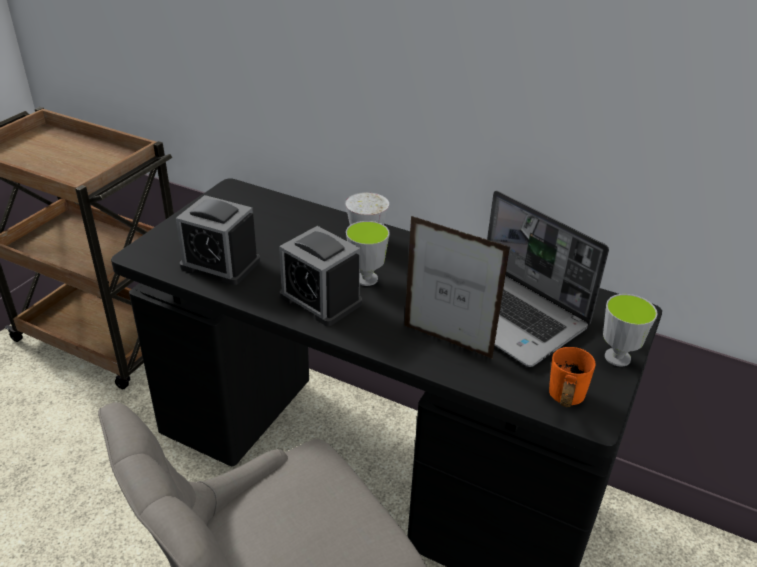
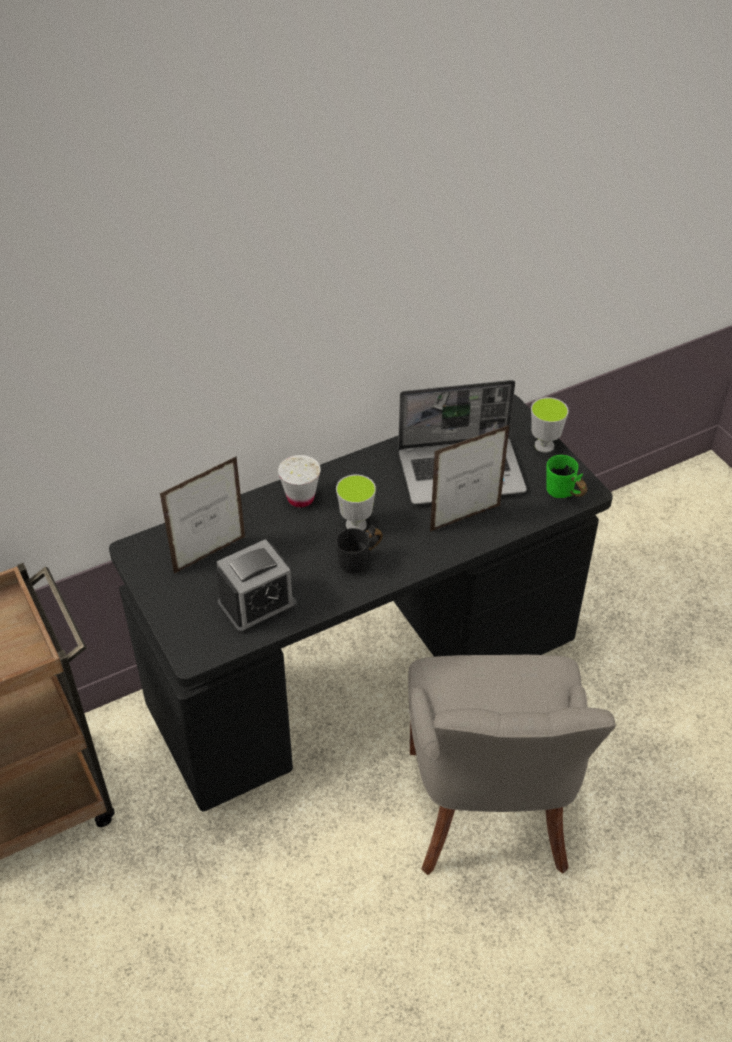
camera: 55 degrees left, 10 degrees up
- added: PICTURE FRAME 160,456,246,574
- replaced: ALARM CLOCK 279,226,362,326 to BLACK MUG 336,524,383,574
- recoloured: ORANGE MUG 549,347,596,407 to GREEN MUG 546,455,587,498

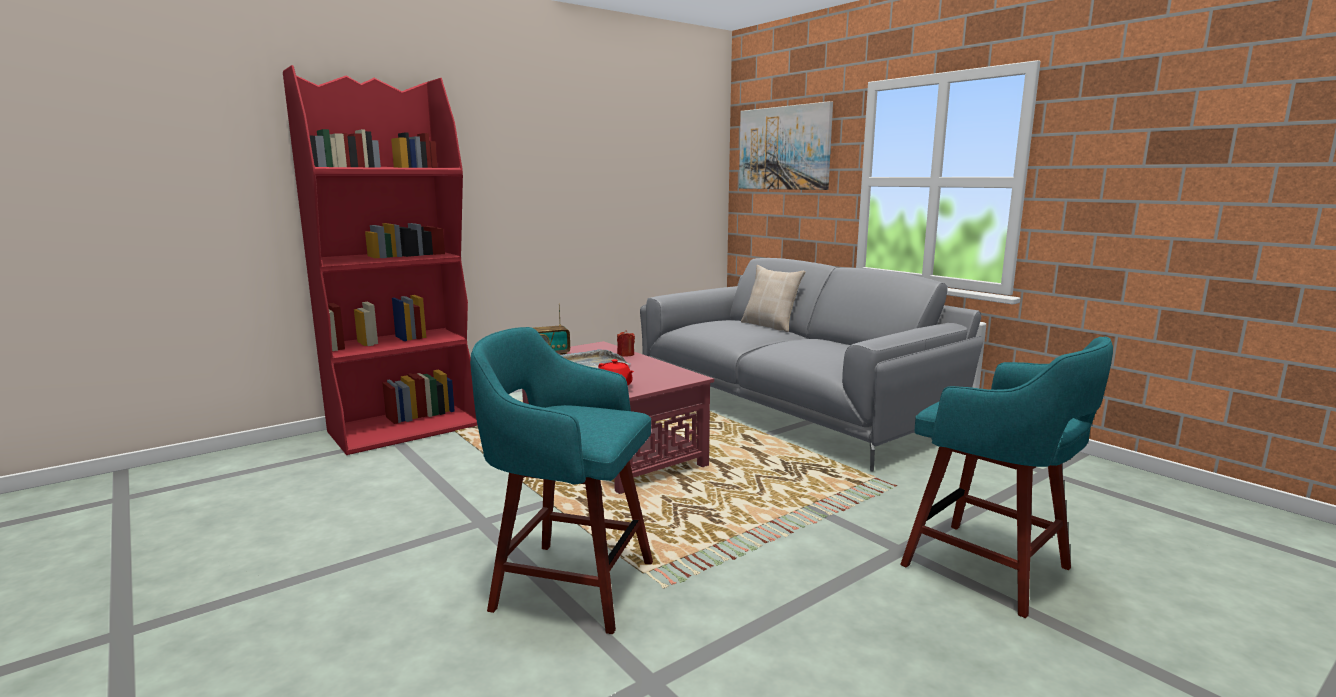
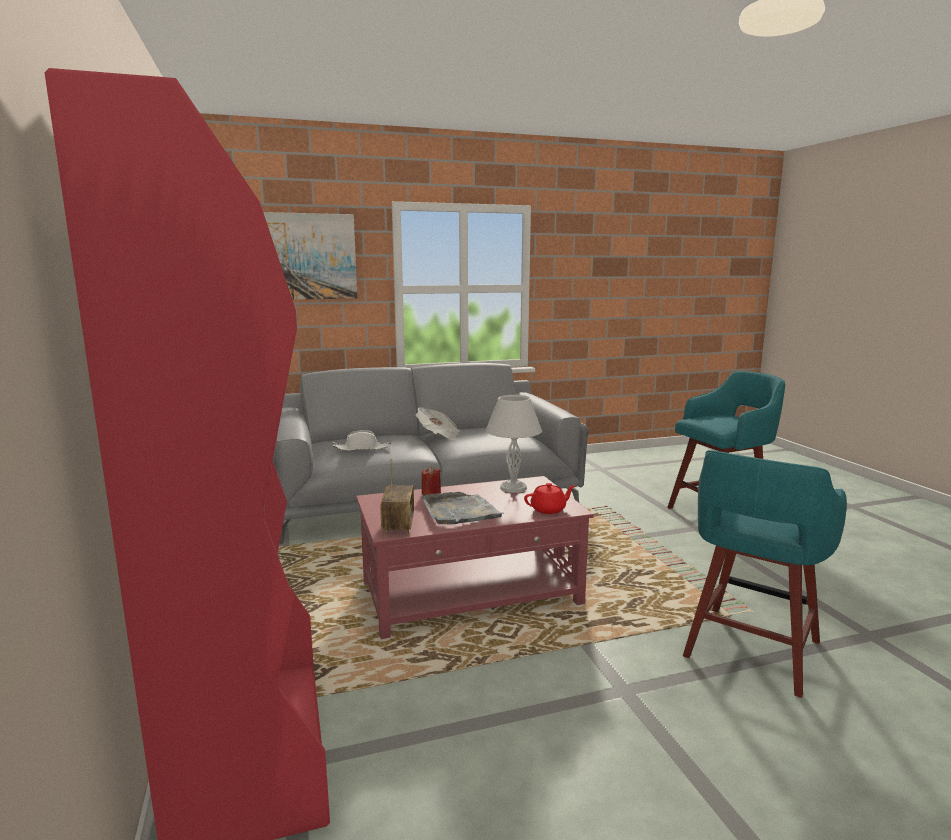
camera: 70 degrees left, 0 degrees up
- removed: BEIGE PILLOW 741,265,805,332
- added: WHITE HAT 332,430,391,451
- added: NEWSPAPER 416,407,460,440
- added: WHITE TABLE LAMP 486,395,542,493

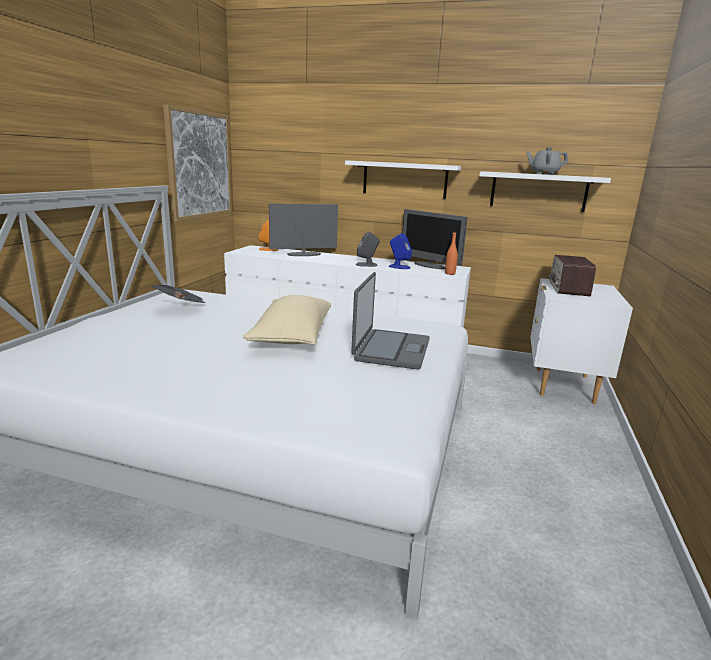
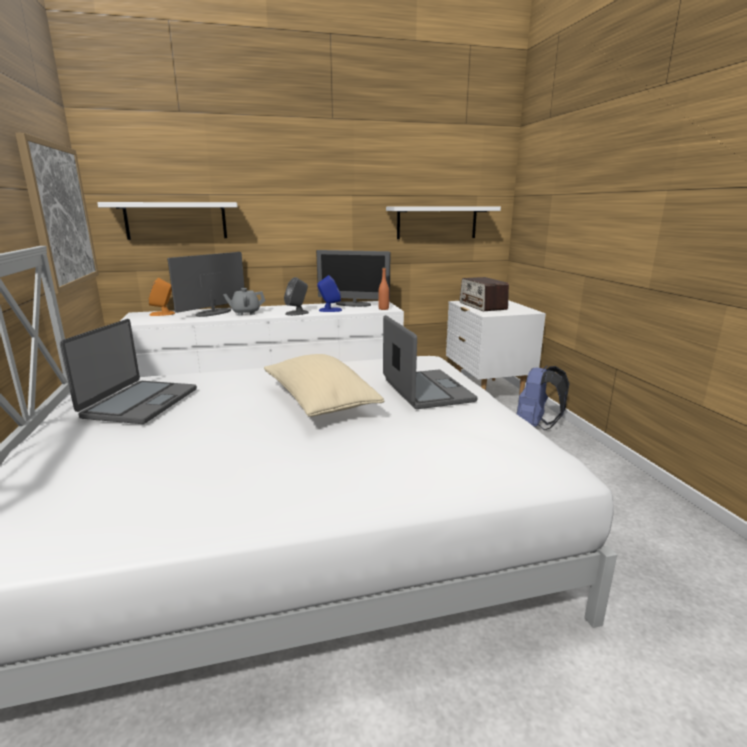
camera: 30 degrees left, 0 degrees up
- added: BLUE BACKPACK 517,365,569,430
- moved: WHITE SHELF 345,160,461,199 to 97,202,238,240
- moved: GREY TEAPOT 526,147,568,175 to 223,288,265,316
- replaced: NEWSPAPER 150,285,207,303 to LAPTOP 60,319,197,424

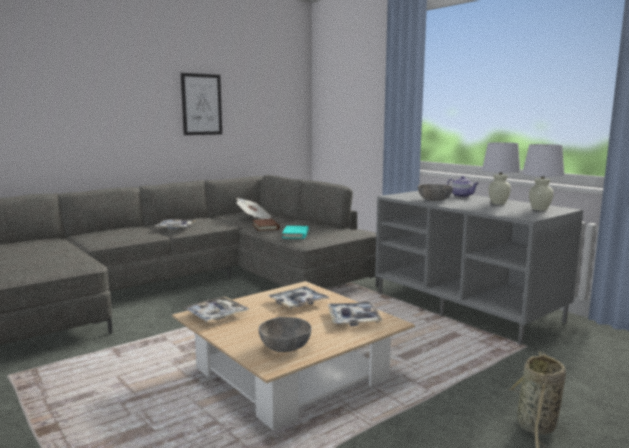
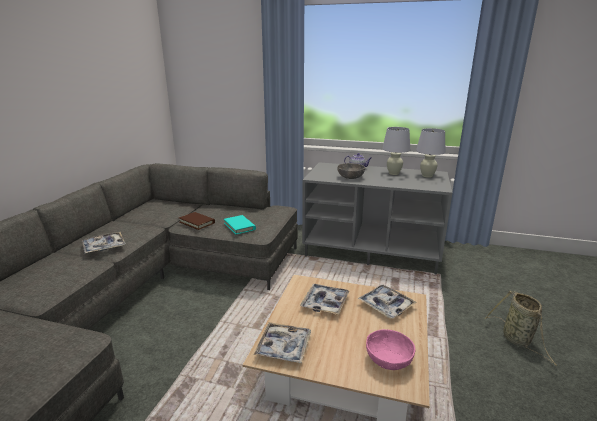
camera: 35 degrees left, 10 degrees up
- removed: PICTURE 181,73,222,135
- removed: NEWSPAPER 236,198,272,219
- recoloured: GREY BOWL 259,317,311,352 to PINK BOWL 366,329,415,370

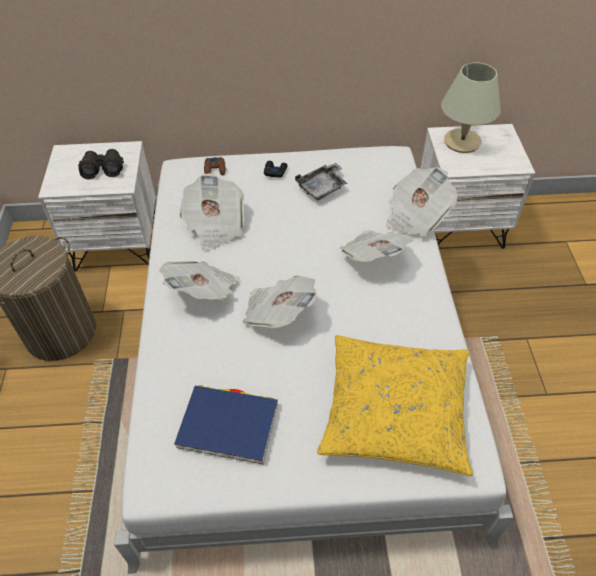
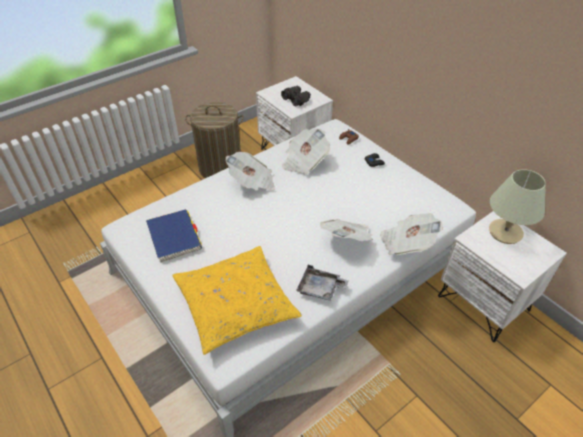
camera: 55 degrees right, 5 degrees down
- removed: NEWSPAPER 243,275,317,328
- moved: GREY TRAY 295,163,347,201 to 296,265,348,301

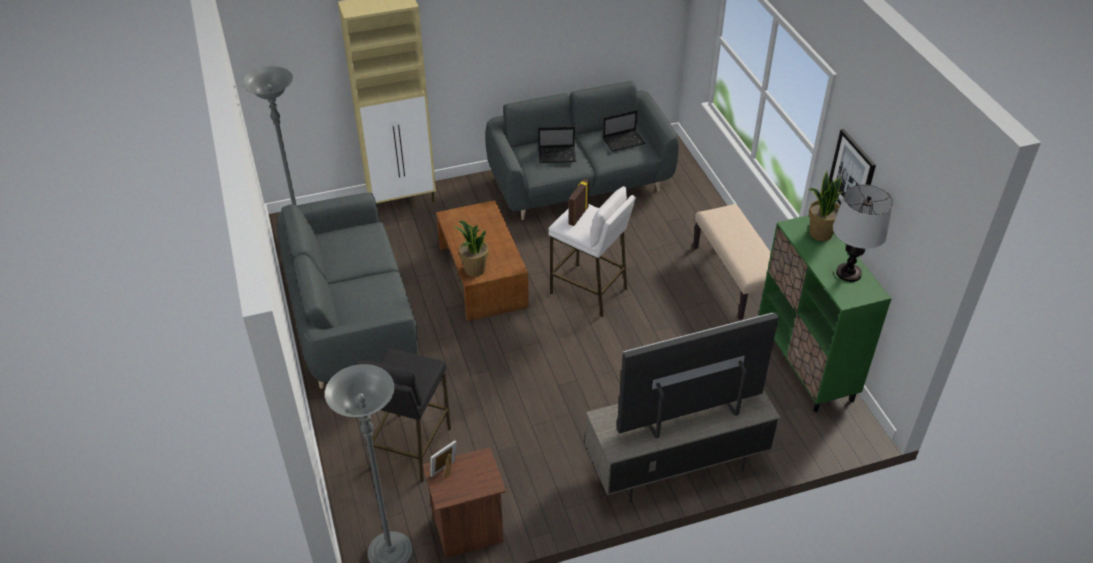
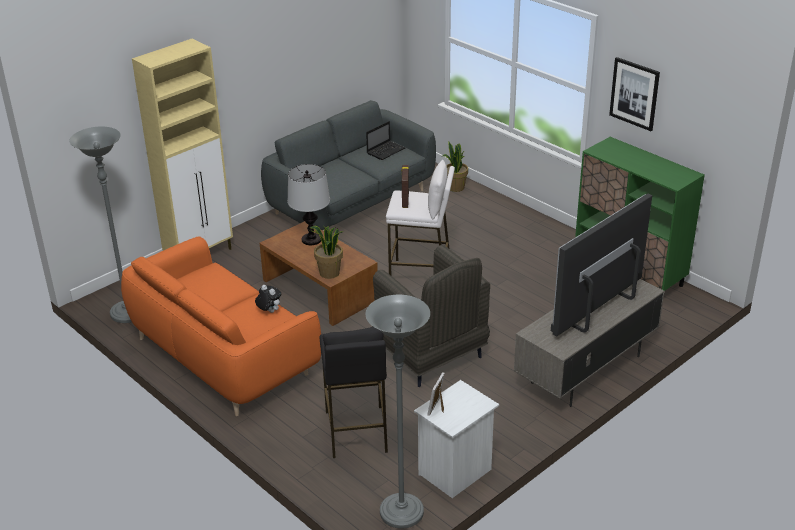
camera: 25 degrees left, 10 degrees down
- removed: LAPTOP 538,127,576,163
- removed: BEIGE BENCH 693,204,771,320
- added: PLUSH TOY 255,285,281,313
- added: GREY ARMCHAIR 373,245,490,387
- moved: POTTED PLANT 809,171,842,241 to 442,142,468,192
- moved: TABLE LAMP 833,185,893,282 to 287,164,330,245
- recoloured: GREY SOFA 277,193,418,389 to ORANGE SOFA 121,236,321,416
- recoloured: BROWN NIGHTSTAND 423,447,506,558 to WHITE NIGHTSTAND 414,380,499,498

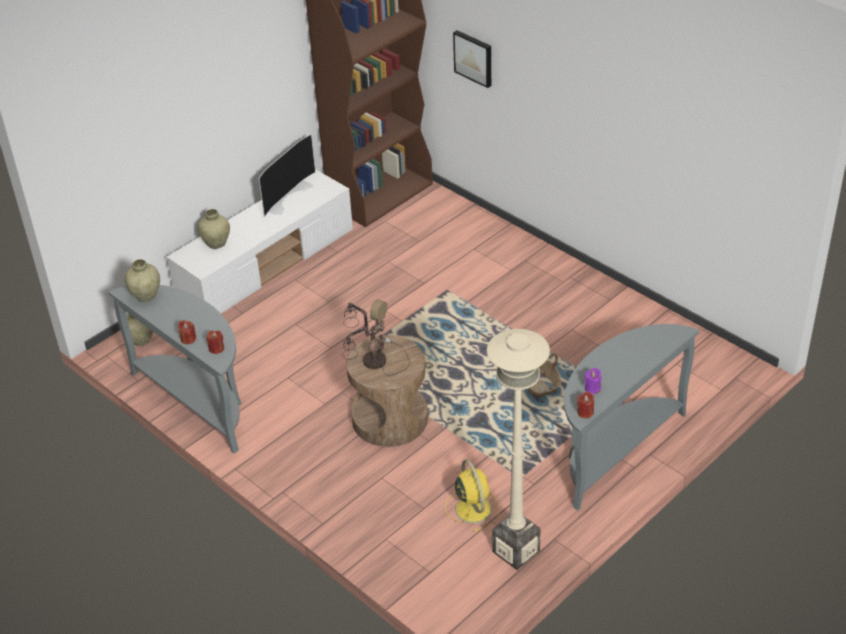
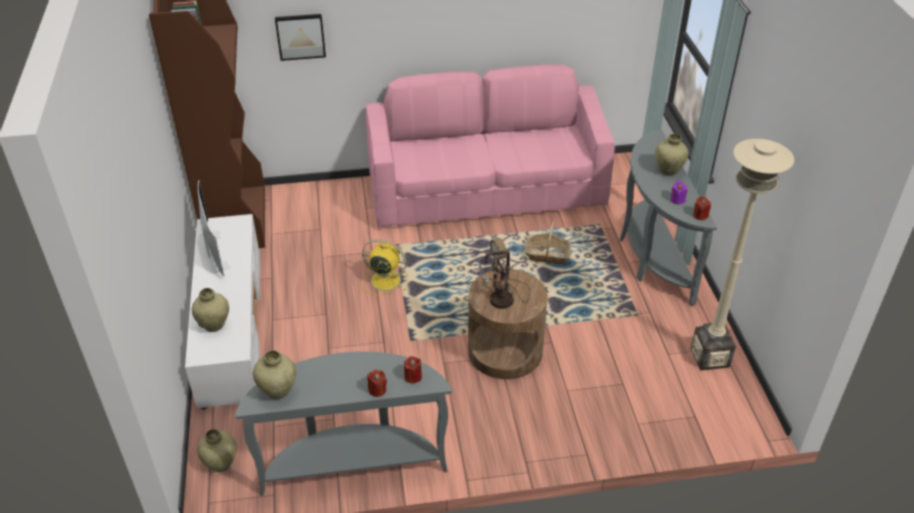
camera: 55 degrees left, 0 degrees up
- added: PINK SOFA 365,65,615,227
- added: BEIGE VASE 655,134,689,175
- moved: YELLOW FAN 445,459,500,532 to 362,239,408,295

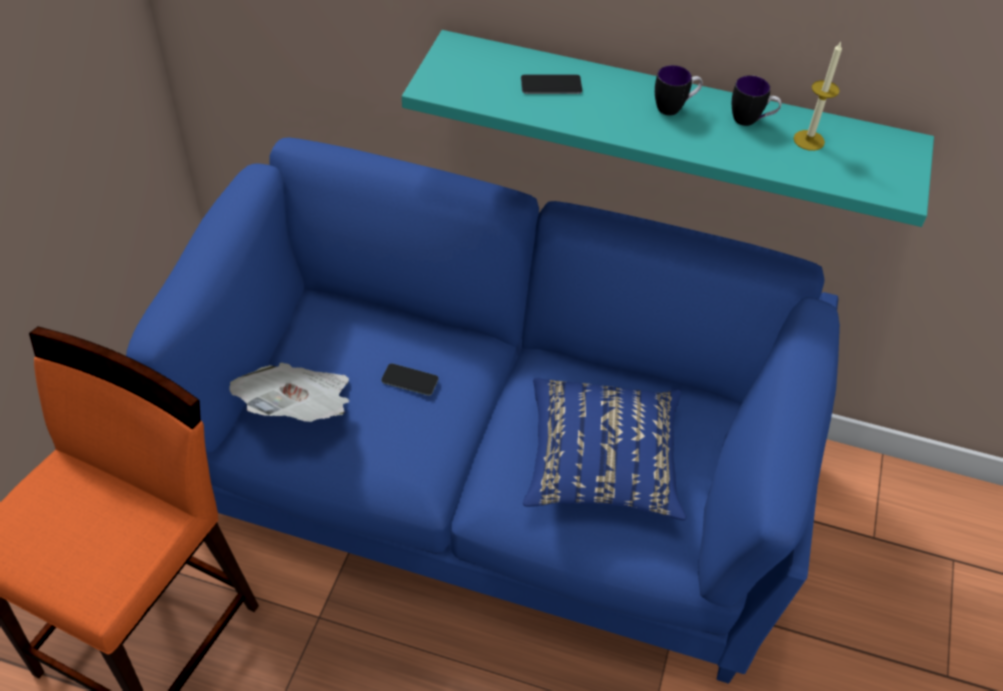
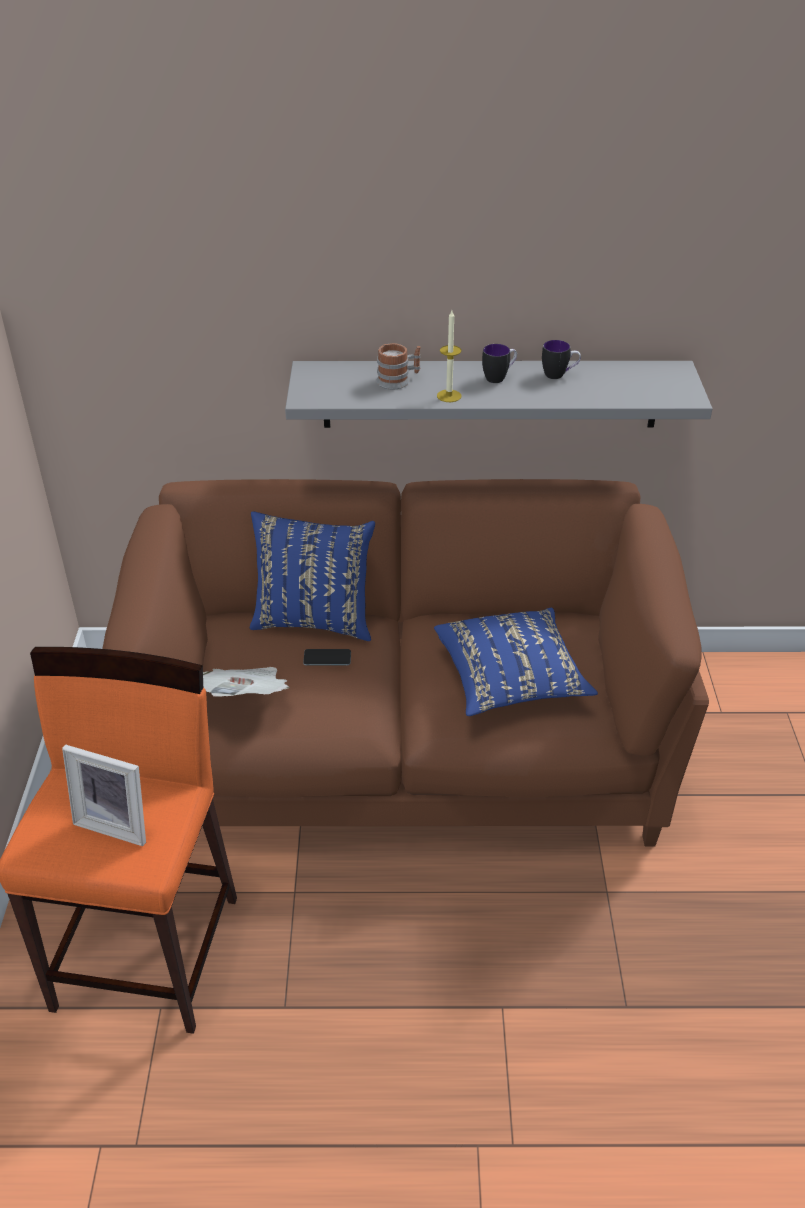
camera: 15 degrees left, 10 degrees down
- added: PICTURE FRAME 62,745,146,846
- added: BLUE PILLOW 250,511,375,641
- moved: CANDLE 794,42,842,151 to 437,311,462,402
- replaced: PHONE 521,74,582,94 to MUG 376,343,420,390
- recoloured: BLUE SOFA 126,137,840,684 to BROWN SOFA 103,479,709,846
- recoloured: TURQUOISE SHELF 402,30,934,227 to GREY SHELF 285,361,713,428

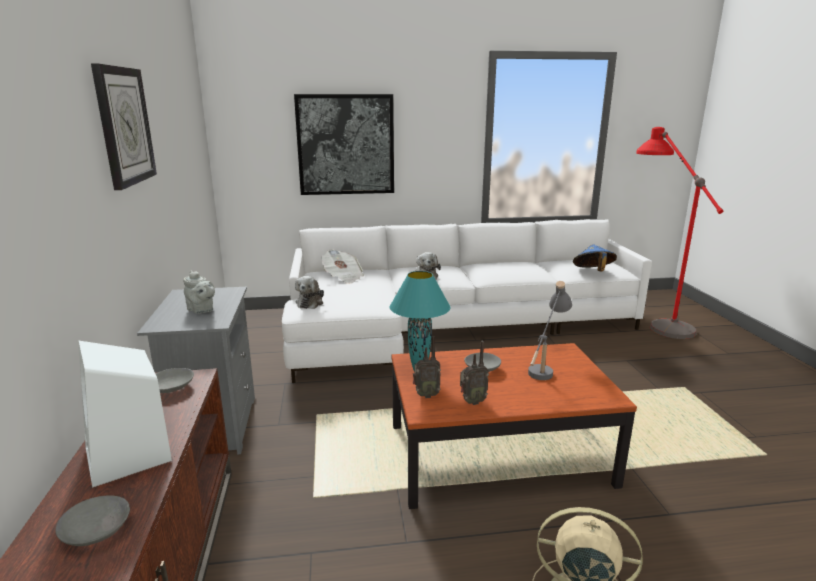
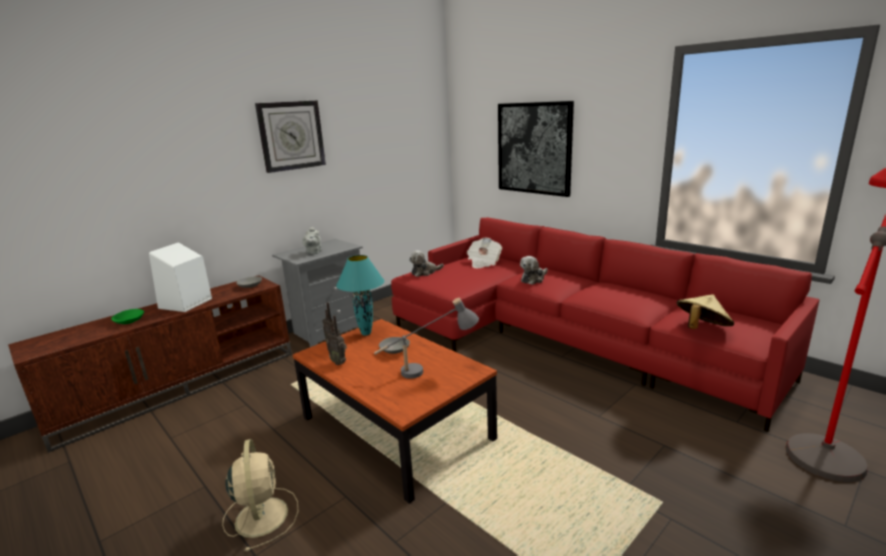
camera: 55 degrees right, 0 degrees up
- recoloured: GREY BOWL 55,495,130,546 to GREEN BOWL 111,309,144,324
- recoloured: WHITE SOFA 282,219,652,383 to RED SOFA 391,218,820,432
- recoloured: BLUE HAT 573,244,617,271 to BEIGE HAT 676,294,734,329

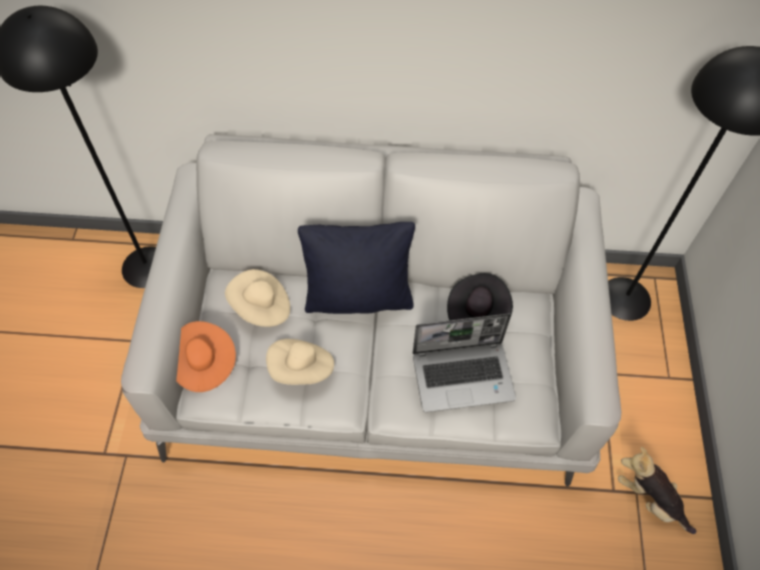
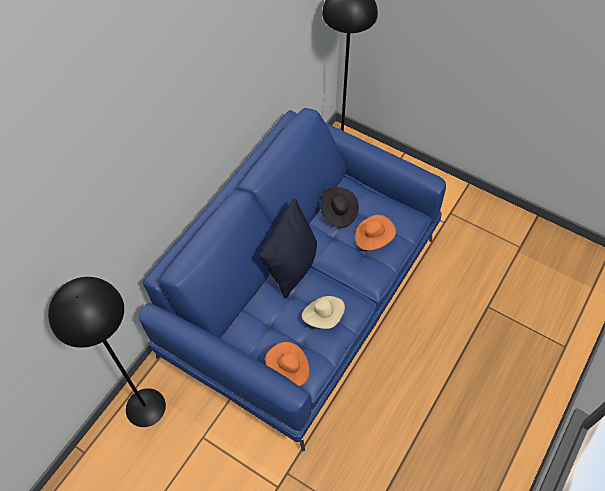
camera: 60 degrees left, 0 degrees up
- removed: BEIGE HAT 225,269,290,327
- removed: PLUSH TOY 618,447,696,534
- replaced: LAPTOP 413,313,516,412 to ORANGE HAT 355,215,396,251
- recoloured: GREY SOFA 121,134,621,487 to BLUE SOFA 139,108,446,452

